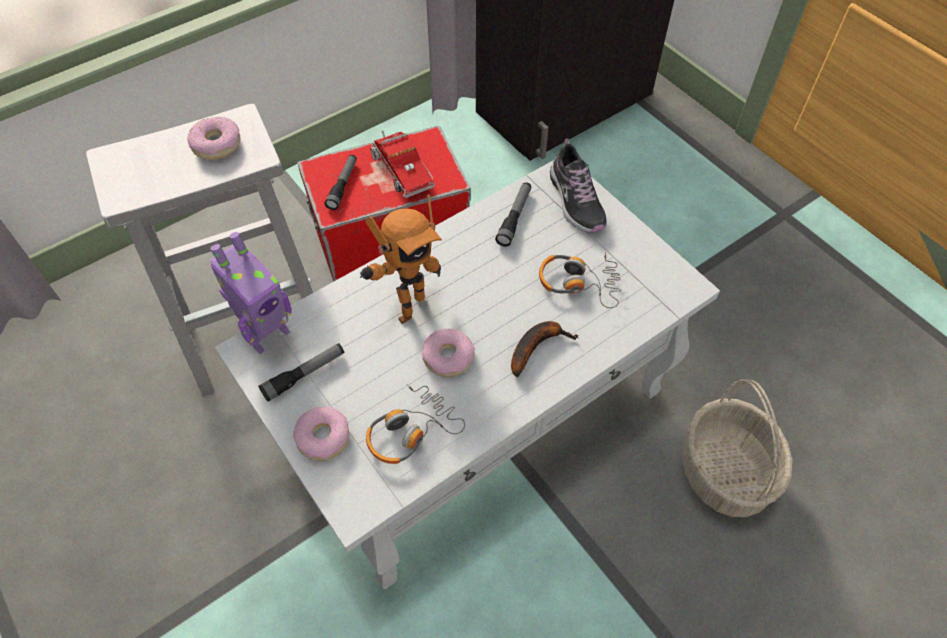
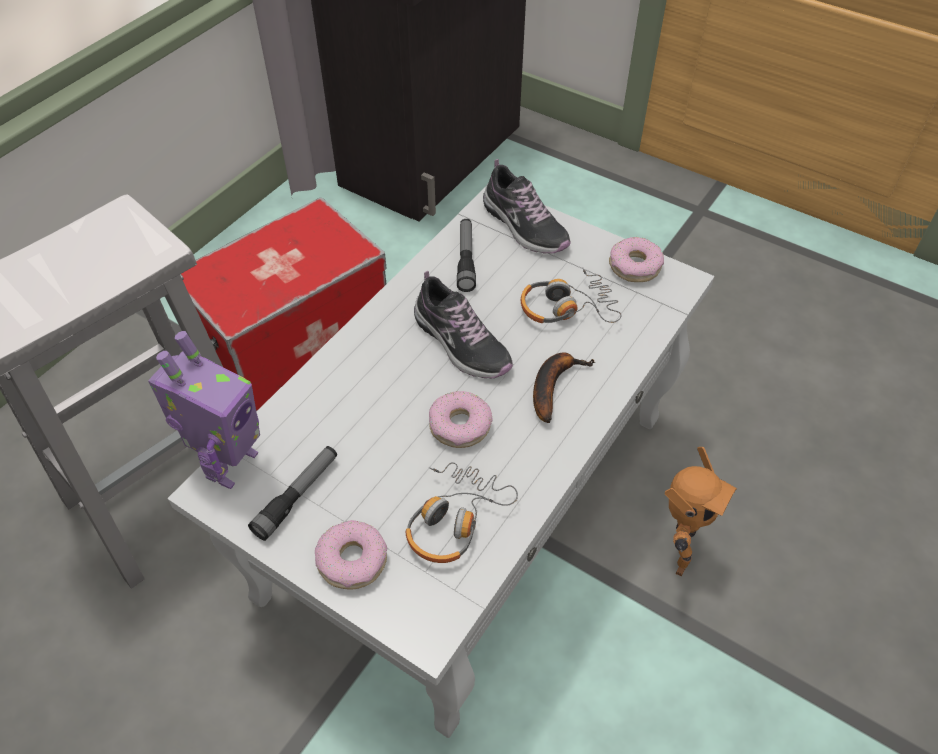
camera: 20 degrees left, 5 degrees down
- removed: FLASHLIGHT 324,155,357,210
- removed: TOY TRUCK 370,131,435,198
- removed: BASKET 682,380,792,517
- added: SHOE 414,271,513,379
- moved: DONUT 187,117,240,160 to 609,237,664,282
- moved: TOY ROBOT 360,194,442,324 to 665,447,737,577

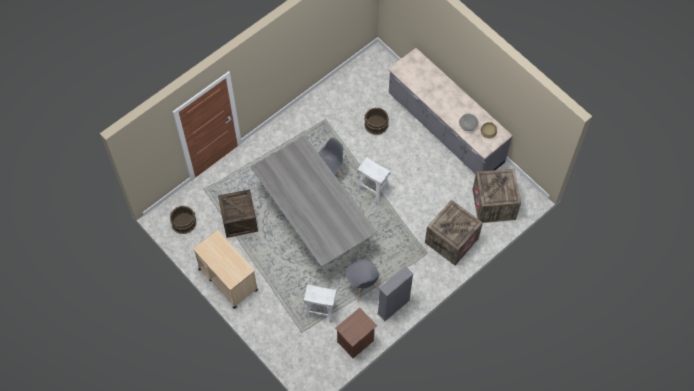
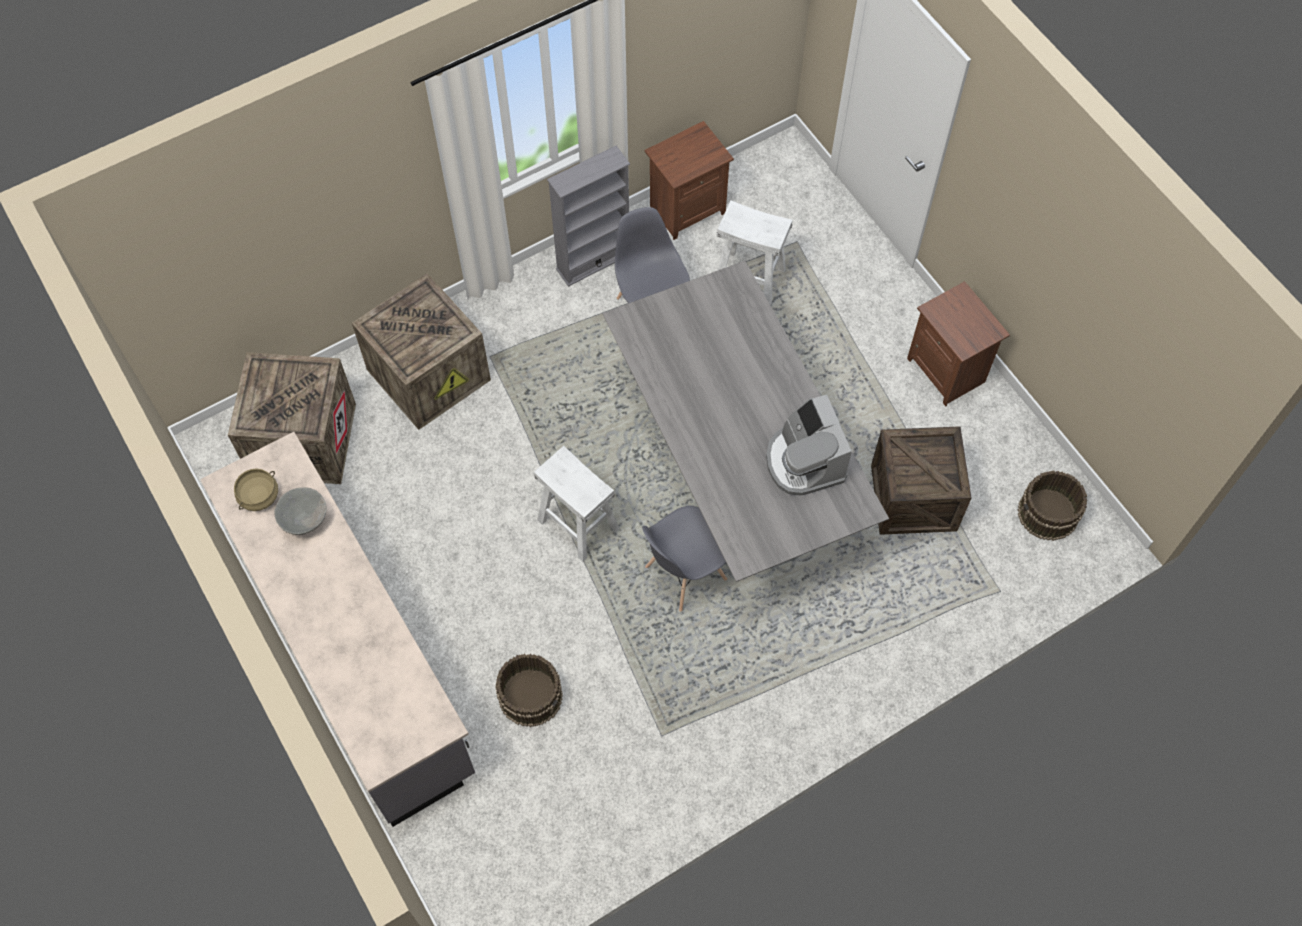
camera: 170 degrees left, 0 degrees up
- added: COFFEE MACHINE 766,395,852,496
- replaced: BEIGE CART 193,230,258,309 to BROWN NIGHTSTAND 907,281,1010,406

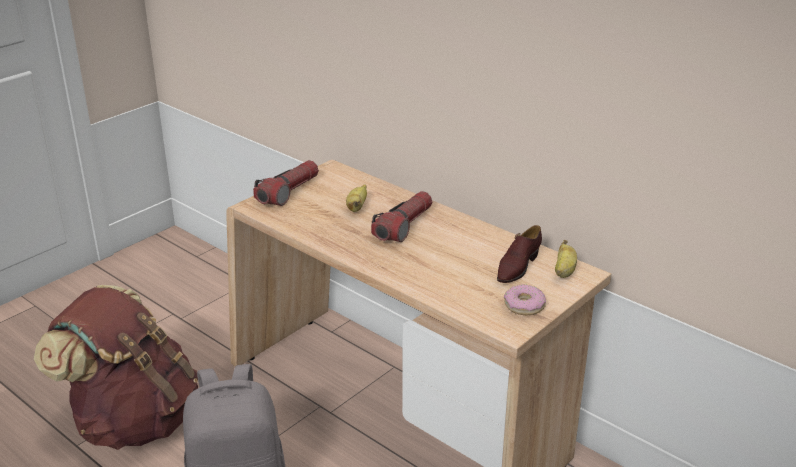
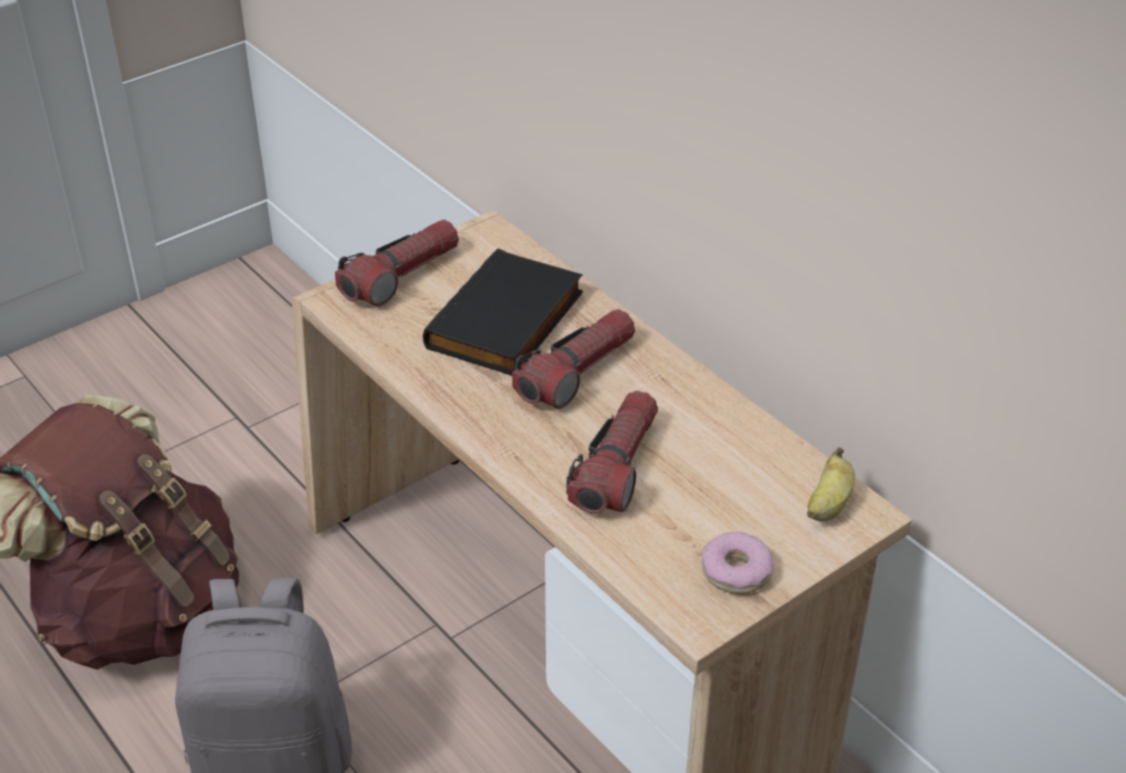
camera: 10 degrees right, 10 degrees up
- removed: BROWN SHOE 497,225,542,283
- added: FLASHLIGHT 566,391,658,514
- replaced: BANANA 346,185,367,212 to BLACK BOOK 423,248,583,375

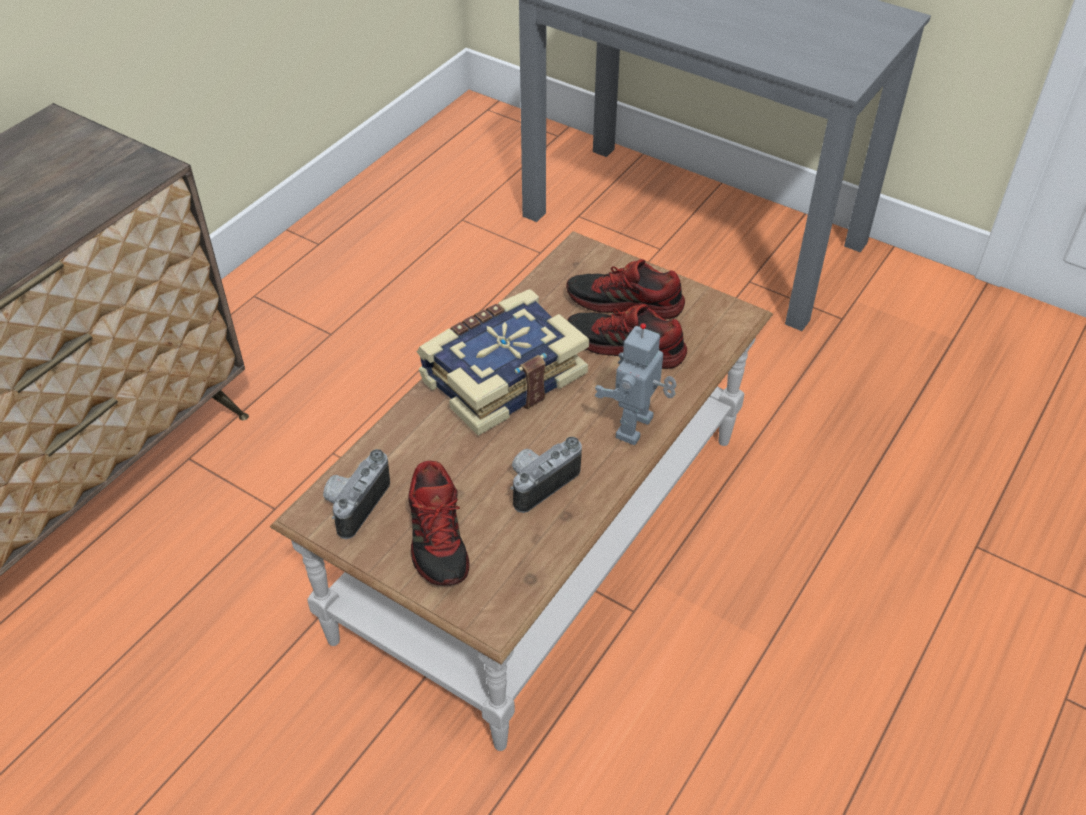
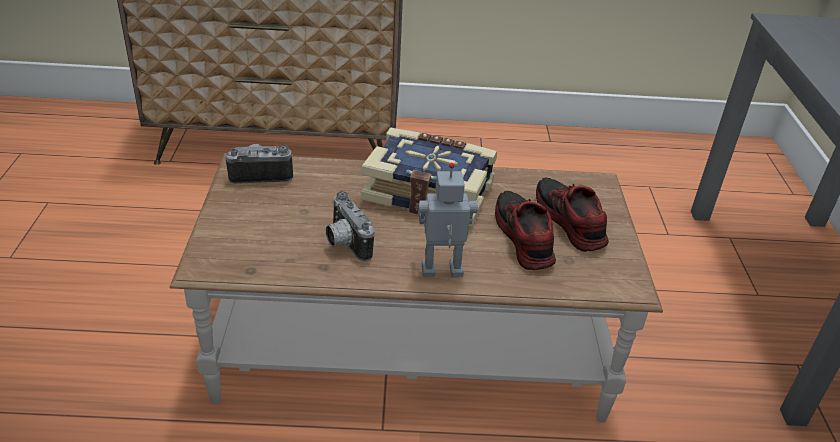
camera: 55 degrees right, 10 degrees down
- removed: SHOE 408,461,469,586
- turned: PHOTO CAMERA 510,437,582,513 = 326,191,374,261 135 degrees counterclockwise

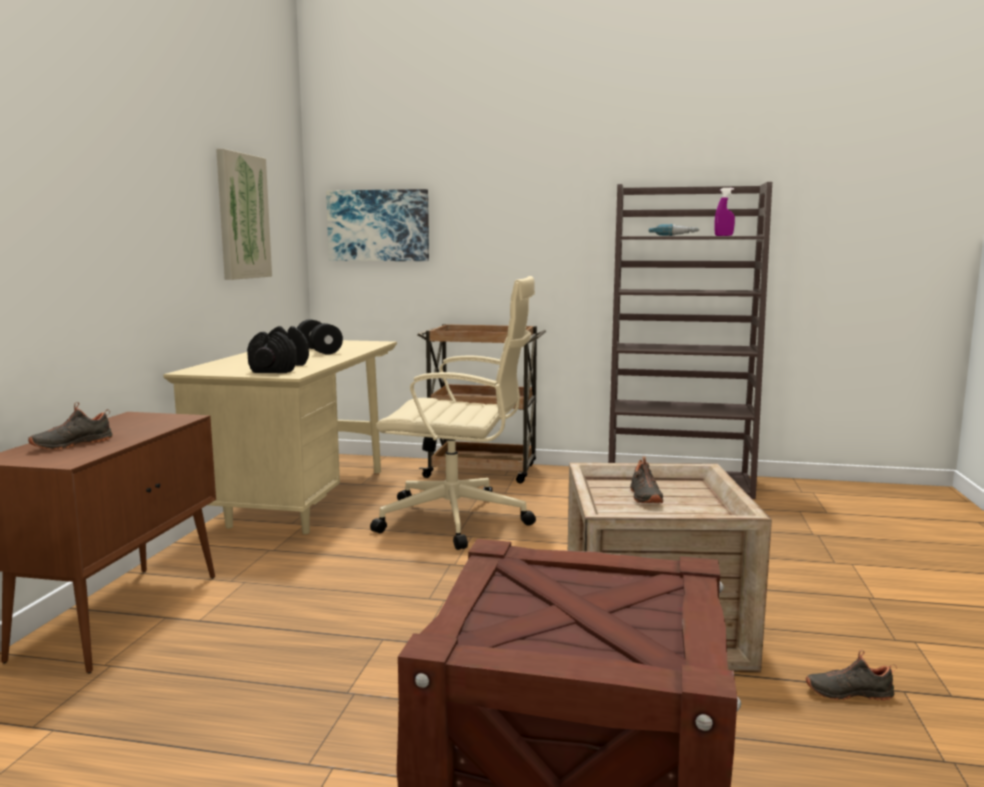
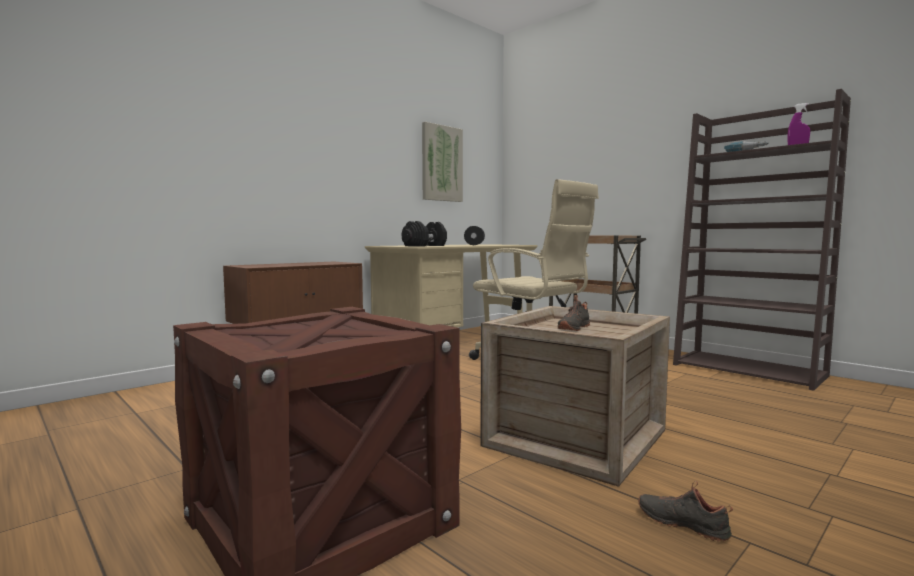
camera: 35 degrees right, 5 degrees down
- removed: BLACK SHOE 28,402,113,450
- removed: PICTURE 326,189,429,261

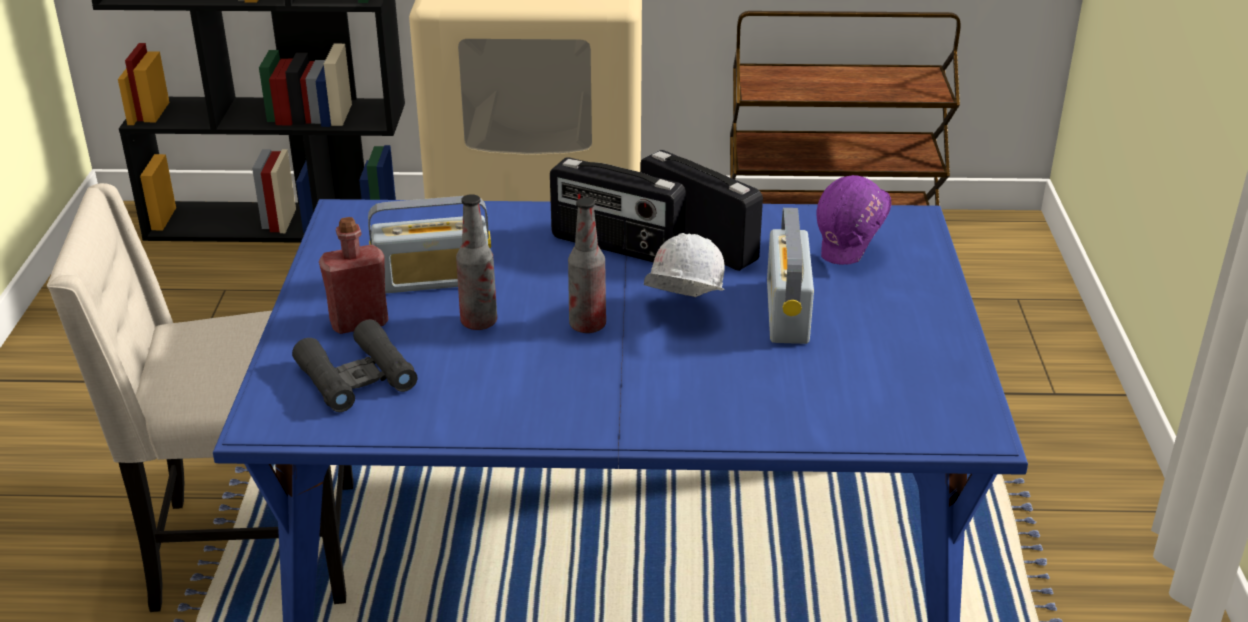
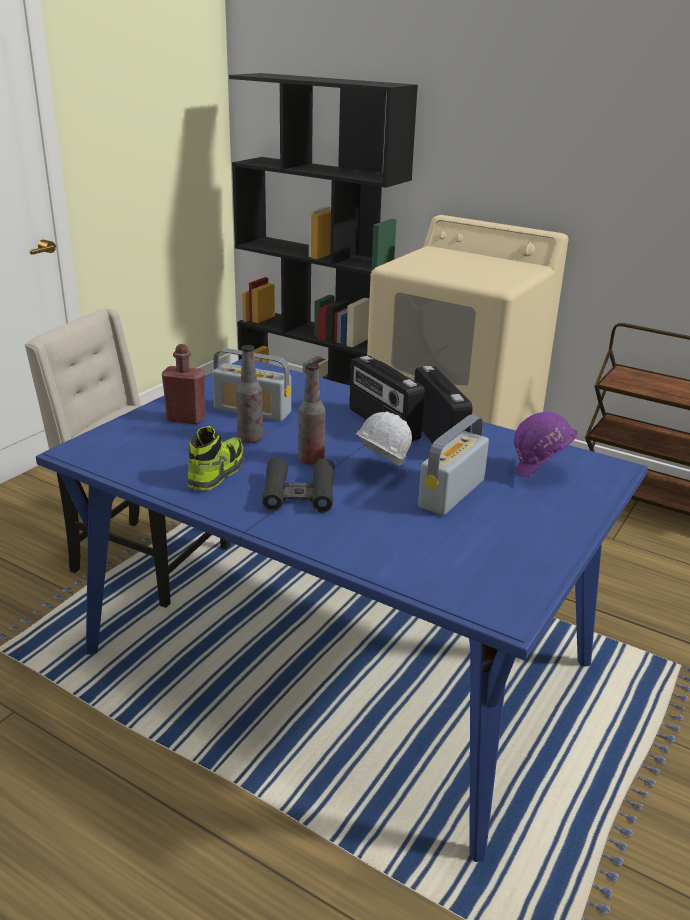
camera: 30 degrees right, 5 degrees down
- added: SHOE 188,426,244,491
- moved: BLACK BINOCULARS 292,319,417,412 to 262,457,335,513

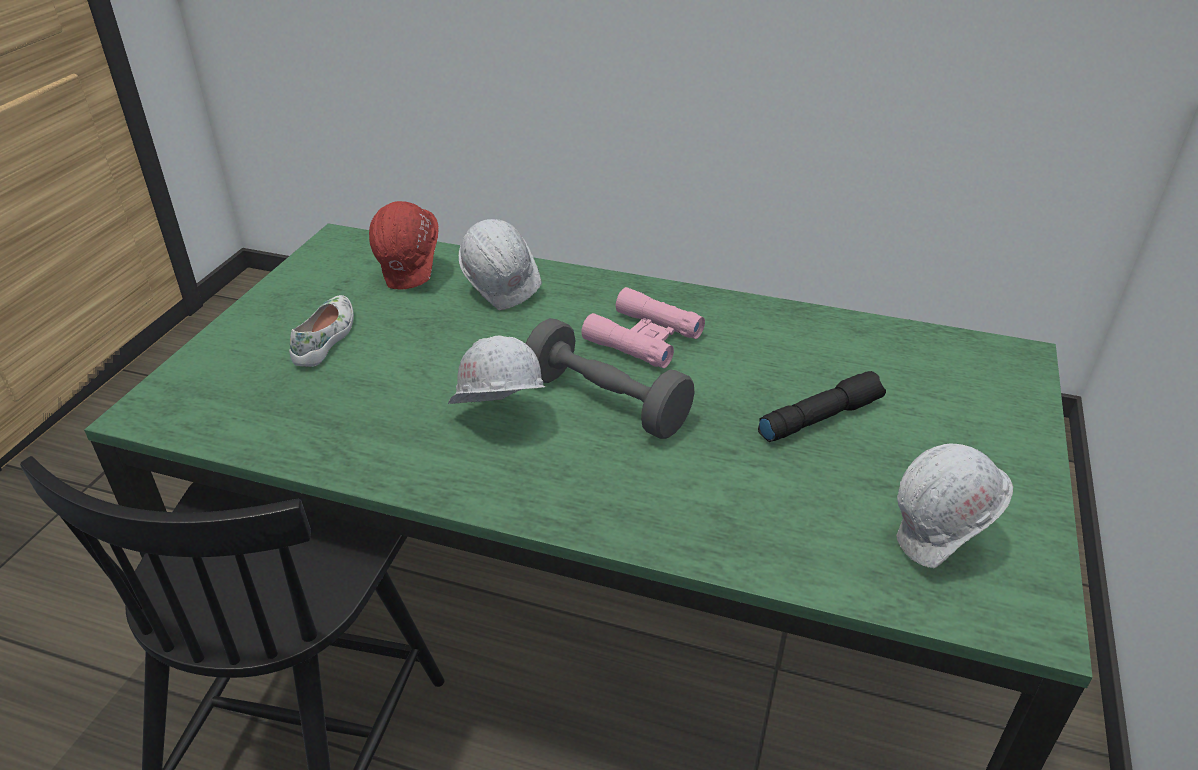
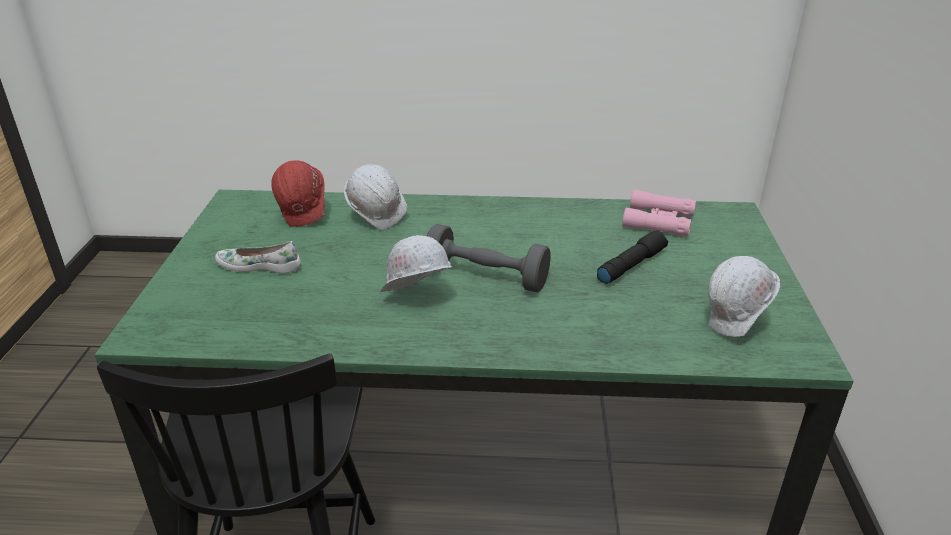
camera: 15 degrees left, 5 degrees down
- moved: PINK BINOCULARS 582,287,705,368 to 622,190,696,236
- turned: WHITE SHOE 289,295,354,367 = 215,241,301,274 75 degrees counterclockwise

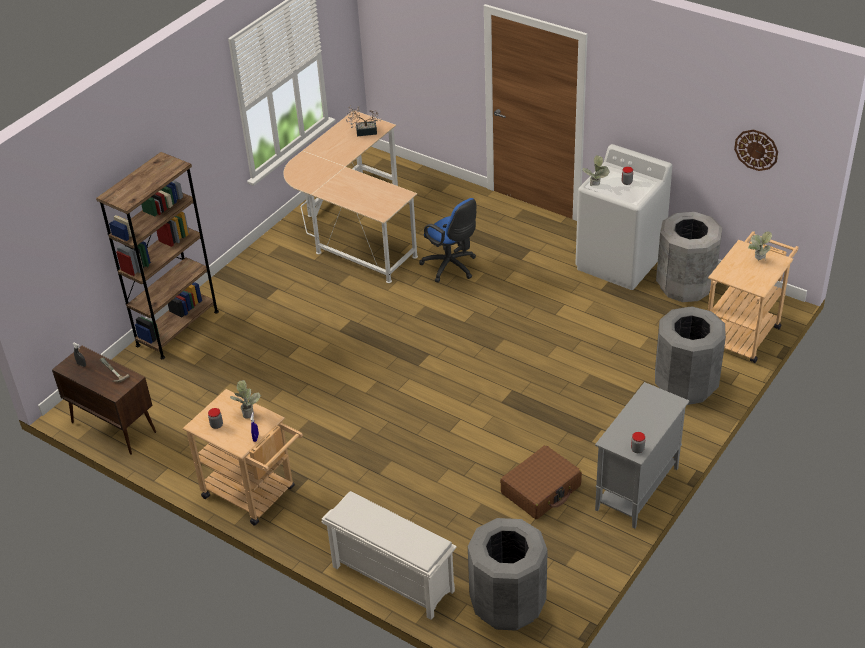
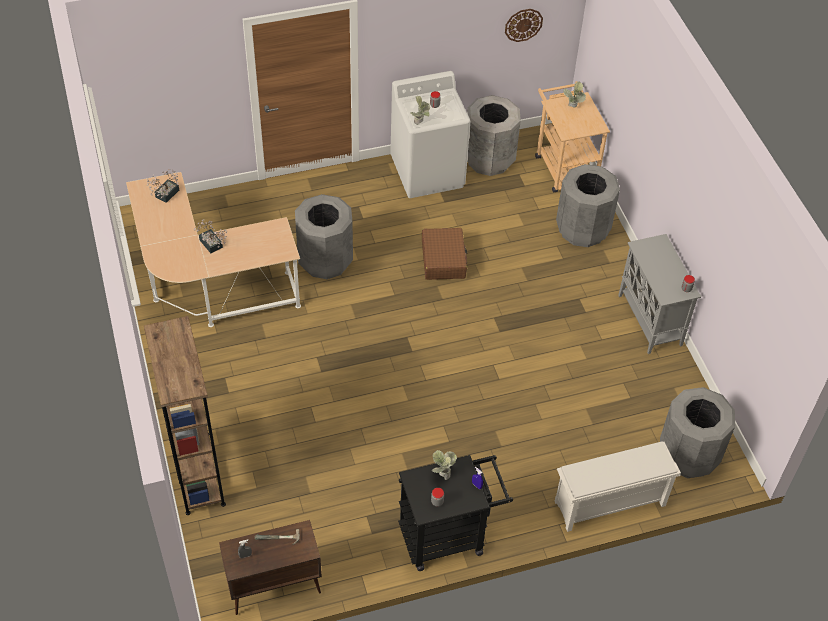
camera: 55 degrees left, 10 degrees up
- added: POTTED PLANT 194,219,228,253
- moved: BROWN SUITCASE 500,445,582,519 to 422,228,468,280
- replaced: BLUE OFFICE CHAIR 419,198,477,283 to GREY TRASH CAN 295,194,353,279
- recoloured: BEIGE CART 183,389,303,526 to BLACK CART 398,455,513,571

